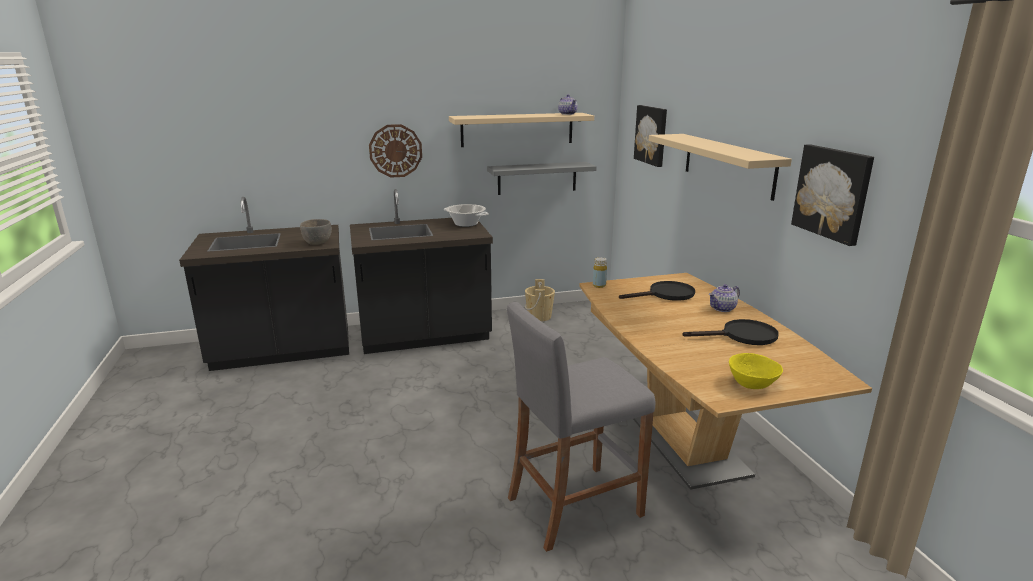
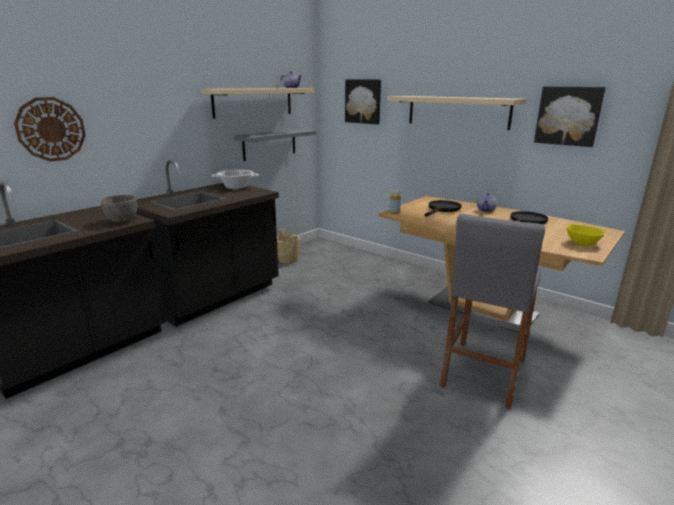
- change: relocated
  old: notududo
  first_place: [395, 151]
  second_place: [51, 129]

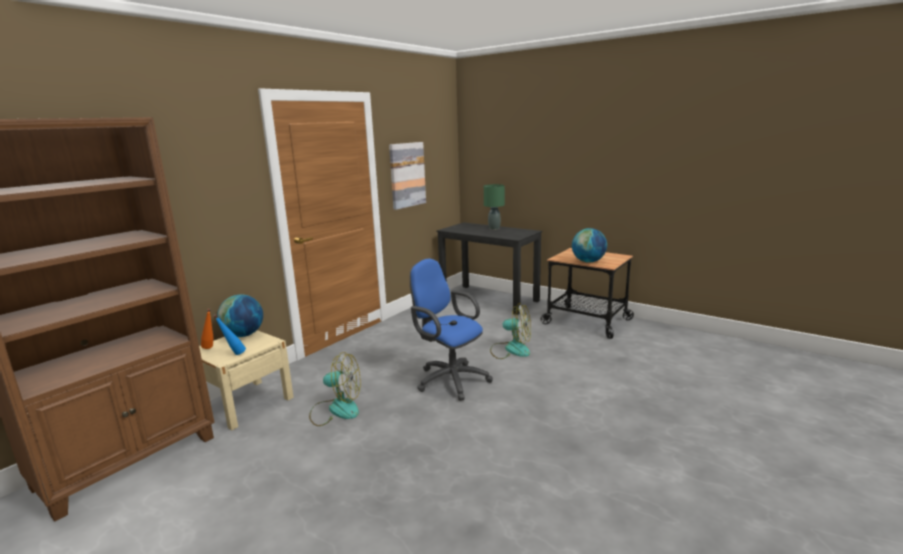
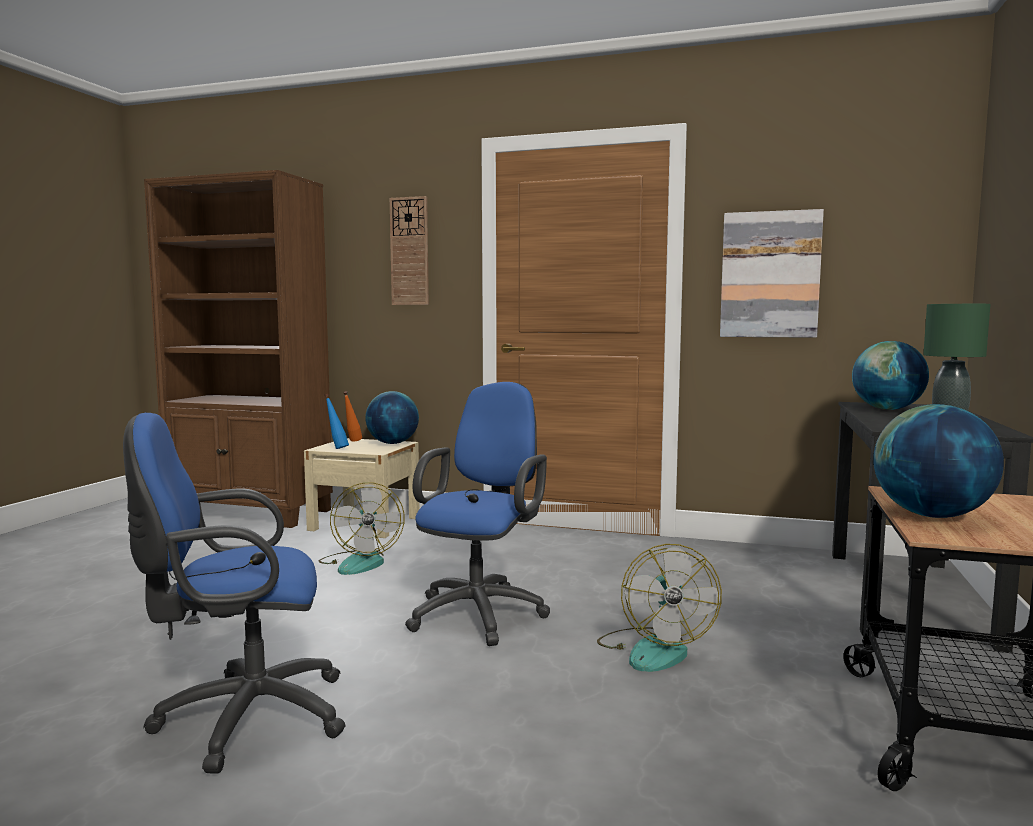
- change: appeared
  new: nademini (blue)
  second_place: [242, 718]
- change: appeared
  new: notududo
  second_place: [409, 251]
- change: appeared
  new: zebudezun
  second_place: [887, 409]

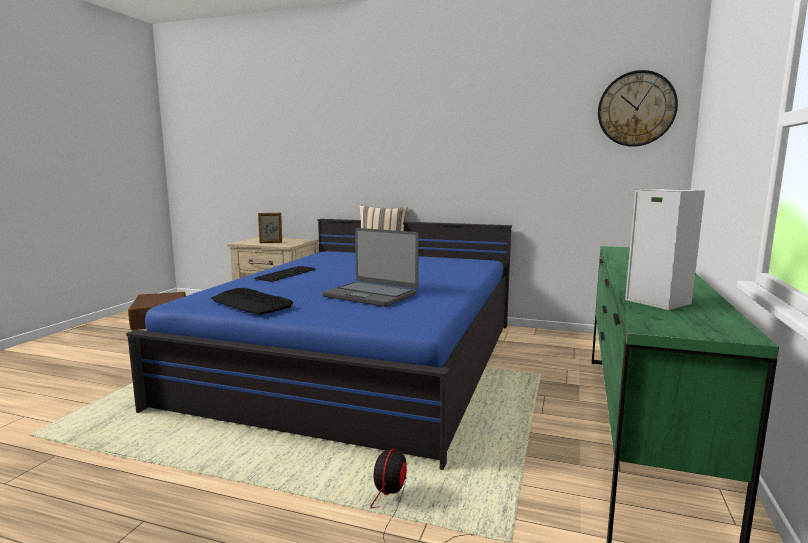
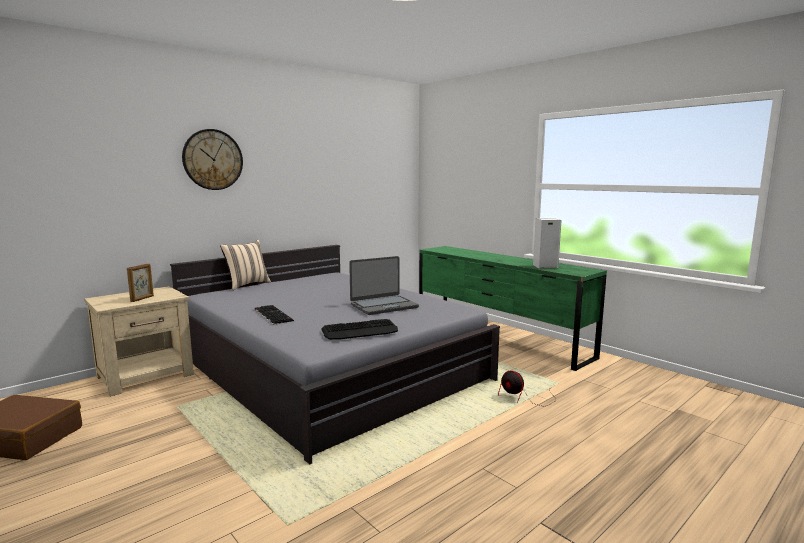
- change: colour
  old: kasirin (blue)
  new: kasirin (grey)
  first_place: [362, 360]
  second_place: [328, 368]
- change: relocated
  old: notududo
  first_place: [636, 109]
  second_place: [213, 159]

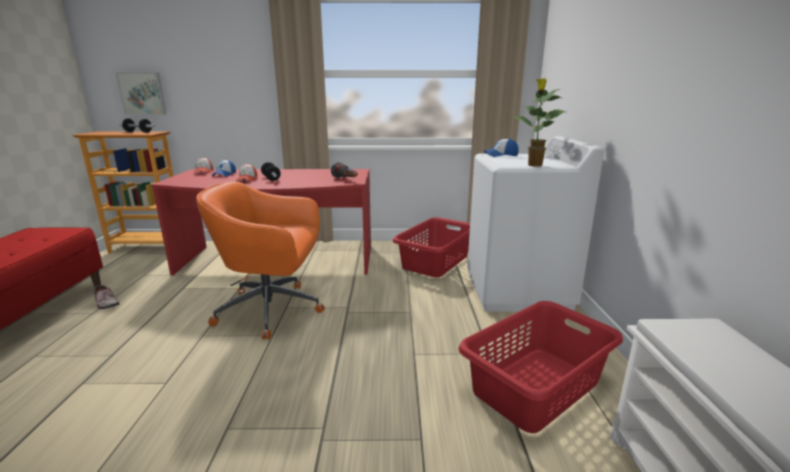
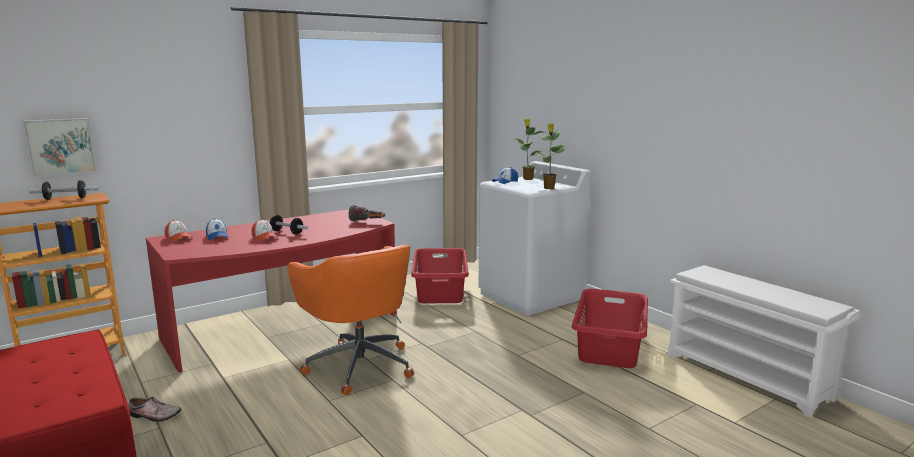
- change: spun
  old: nademini (orange)
  first_place: [273, 310]
  second_place: [359, 364]
  degrees: -90

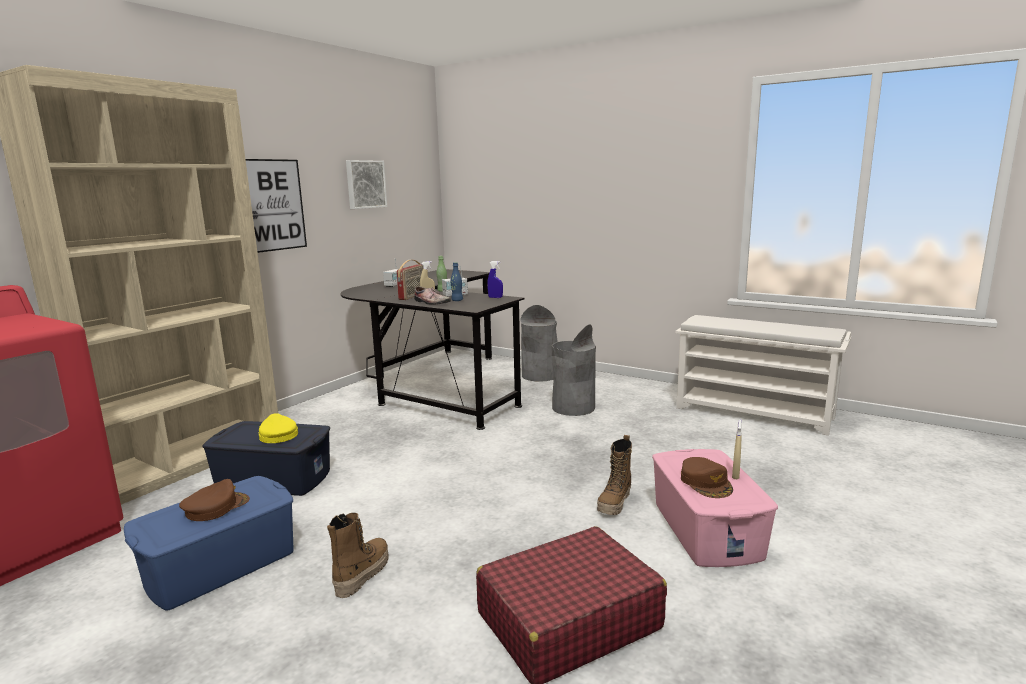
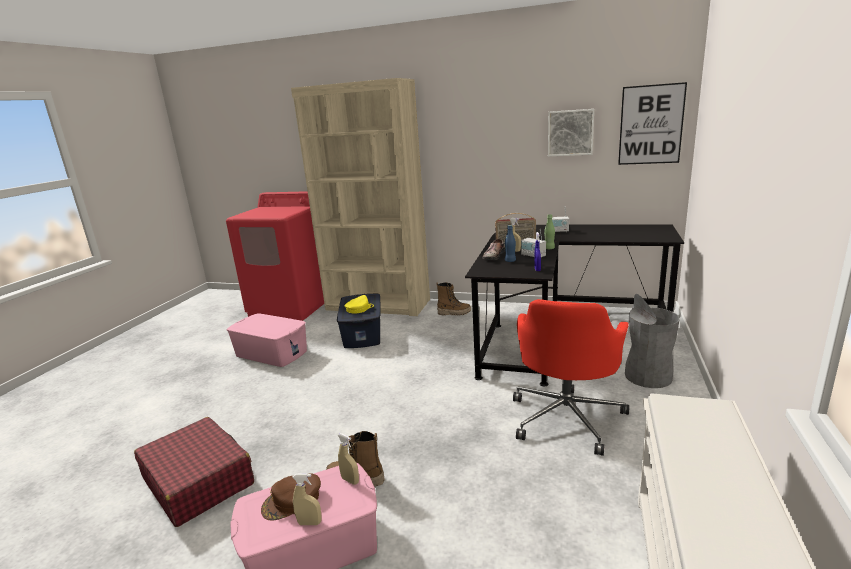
- change: colour
  old: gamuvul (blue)
  new: gamuvul (pink)
  first_place: [219, 565]
  second_place: [271, 353]
- change: appeared
  new: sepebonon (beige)
  second_place: [350, 480]
- change: relocated
  old: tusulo
  first_place: [362, 574]
  second_place: [454, 313]
- change: exchanged
  old: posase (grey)
  new: nademini (red)
  first_place: [573, 408]
  second_place: [567, 417]
- change: relocated
  old: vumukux
  first_place: [273, 205]
  second_place: [651, 125]
- change: missing
  old: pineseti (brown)
  first_place: [216, 507]

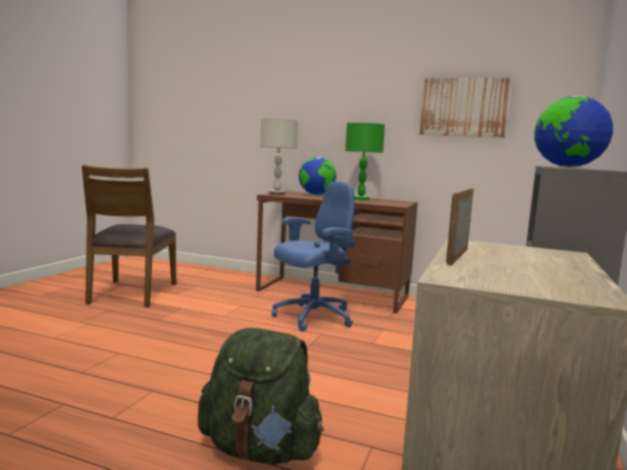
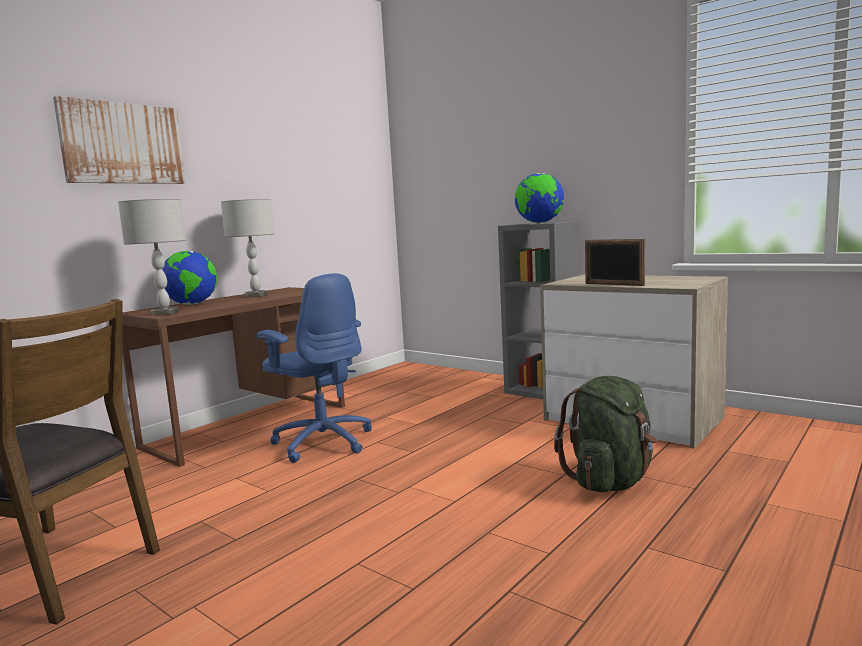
- change: relocated
  old: vumukux
  first_place: [464, 107]
  second_place: [123, 143]
- change: colour
  old: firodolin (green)
  new: firodolin (grey)
  first_place: [361, 199]
  second_place: [256, 295]
- change: spun
  old: nademini (blue)
  first_place: [312, 317]
  second_place: [323, 442]
  degrees: 150

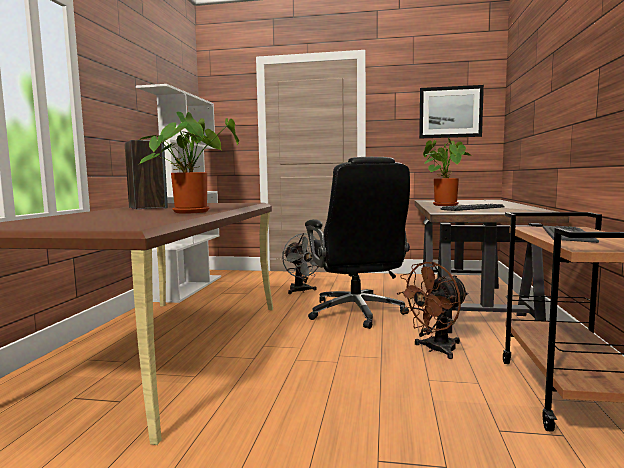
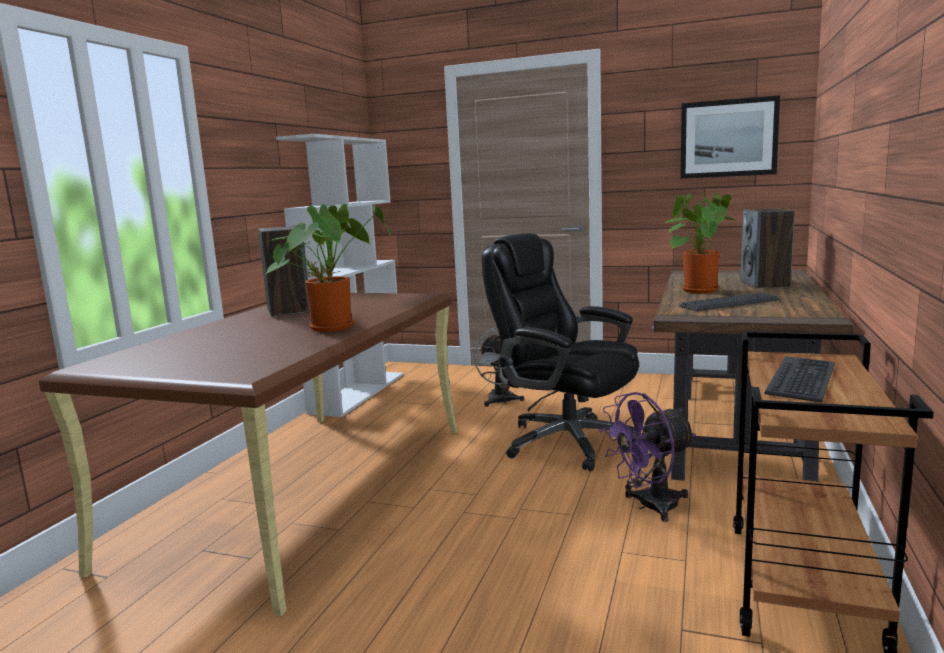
- change: spun
  old: nademini (black)
  first_place: [356, 313]
  second_place: [566, 442]
  degrees: 135
- change: colour
  old: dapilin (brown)
  new: dapilin (purple)
  first_place: [435, 350]
  second_place: [649, 506]
- change: appeared
  new: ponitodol
  second_place: [765, 284]

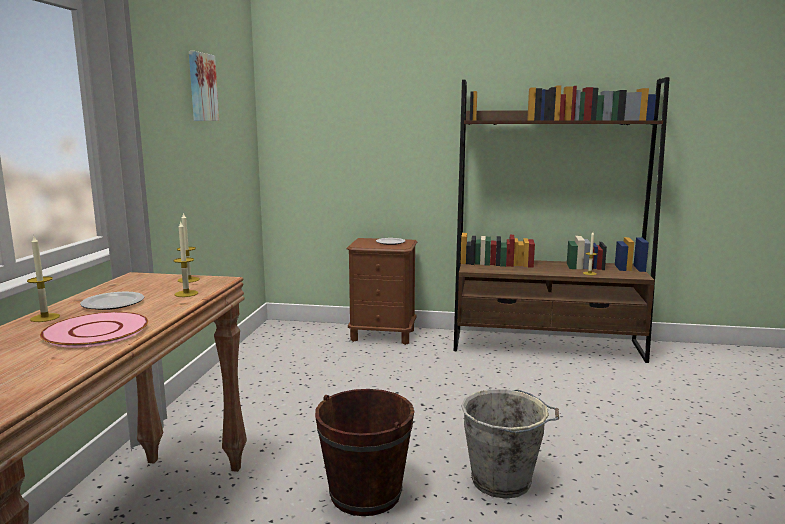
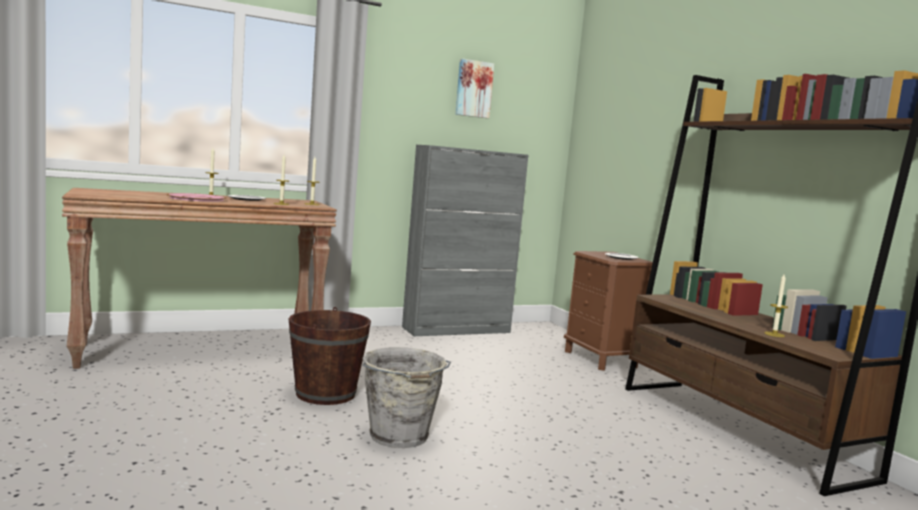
- change: appeared
  new: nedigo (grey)
  second_place: [457, 330]

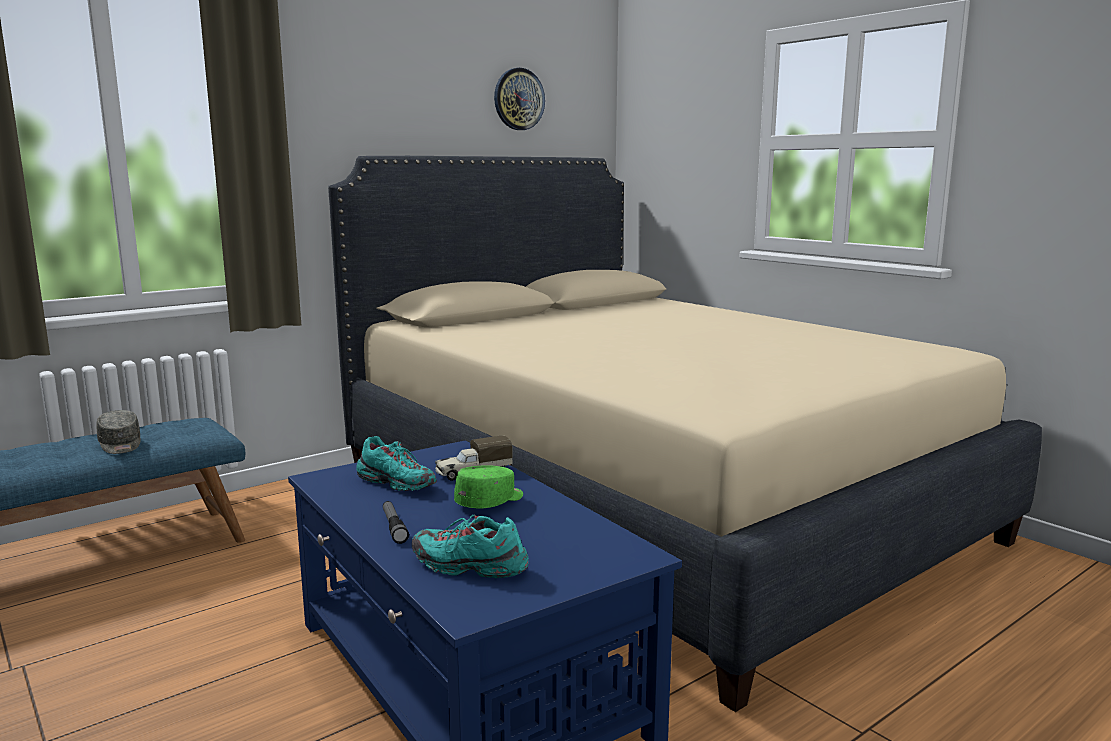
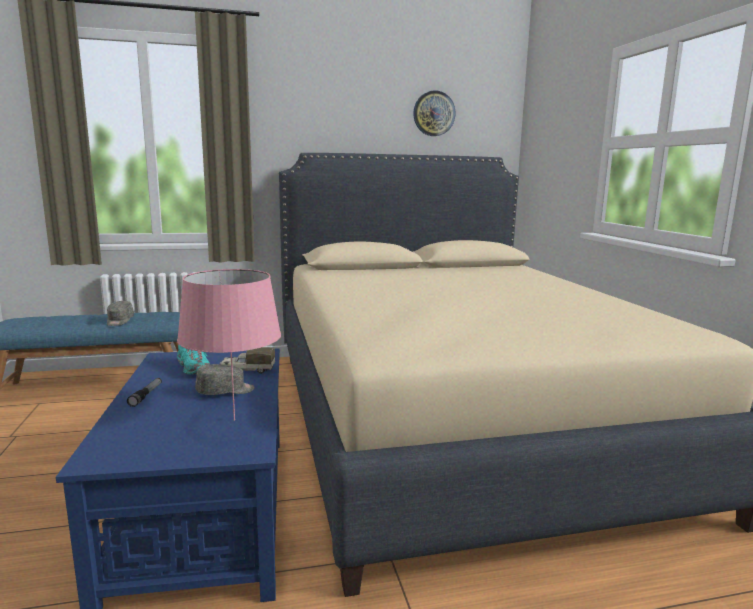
- change: appeared
  new: firodolin (pink)
  second_place: [234, 420]
- change: colour
  old: pineseti (green)
  new: pineseti (grey)
  first_place: [490, 501]
  second_place: [225, 391]
- change: missing
  old: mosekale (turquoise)
  first_place: [469, 567]

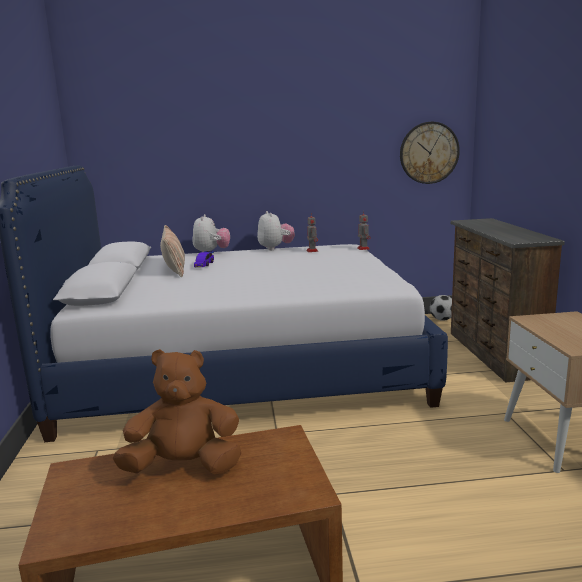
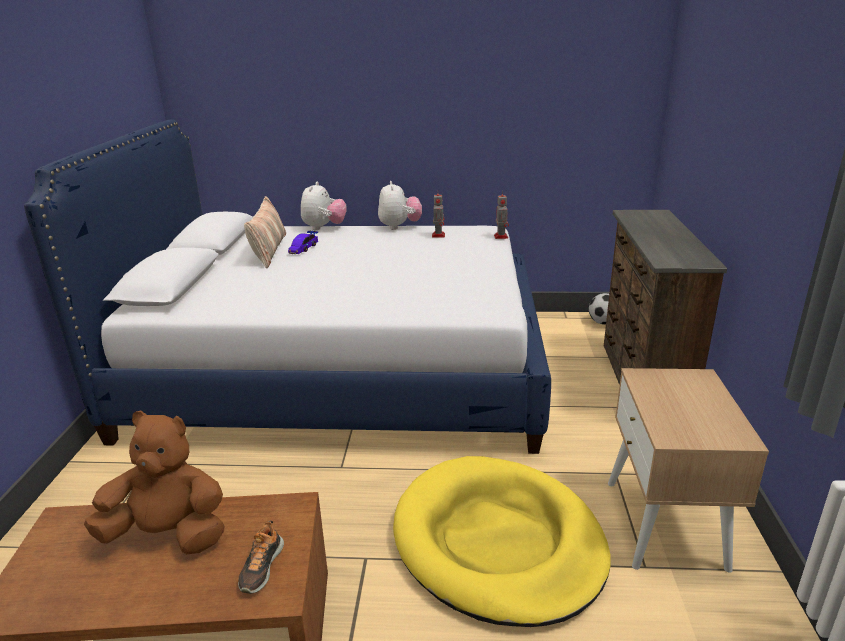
- change: appeared
  new: mosekale
  second_place: [261, 567]
- change: appeared
  new: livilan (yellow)
  second_place: [498, 543]
- change: missing
  old: notududo
  first_place: [429, 153]

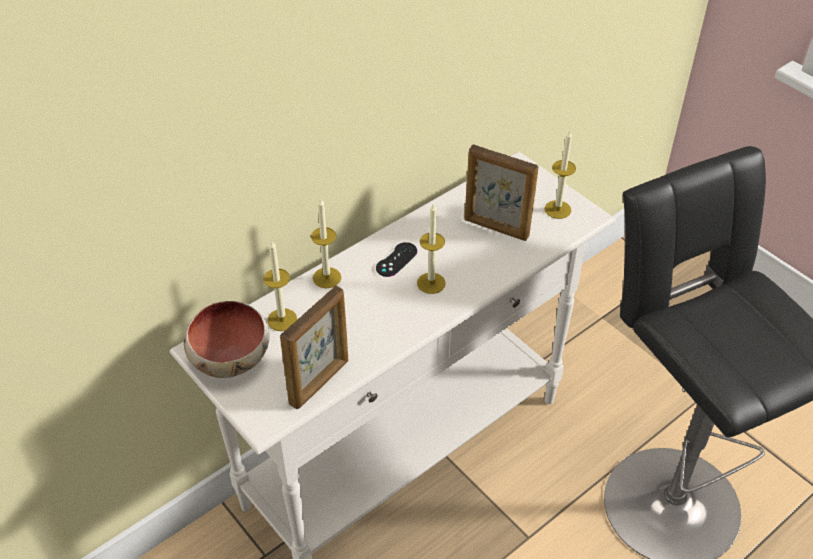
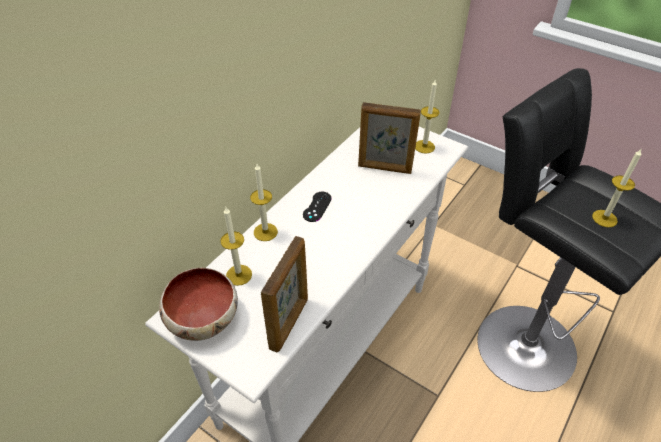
- change: relocated
  old: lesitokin
  first_place: [431, 283]
  second_place: [604, 218]

